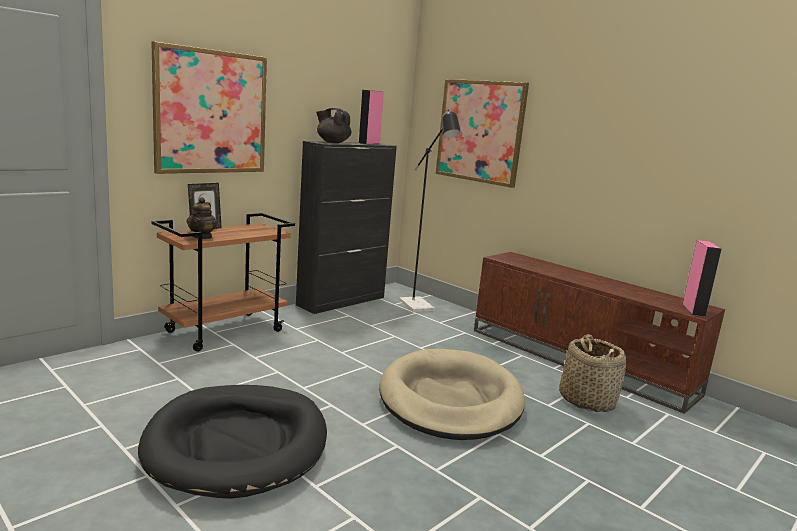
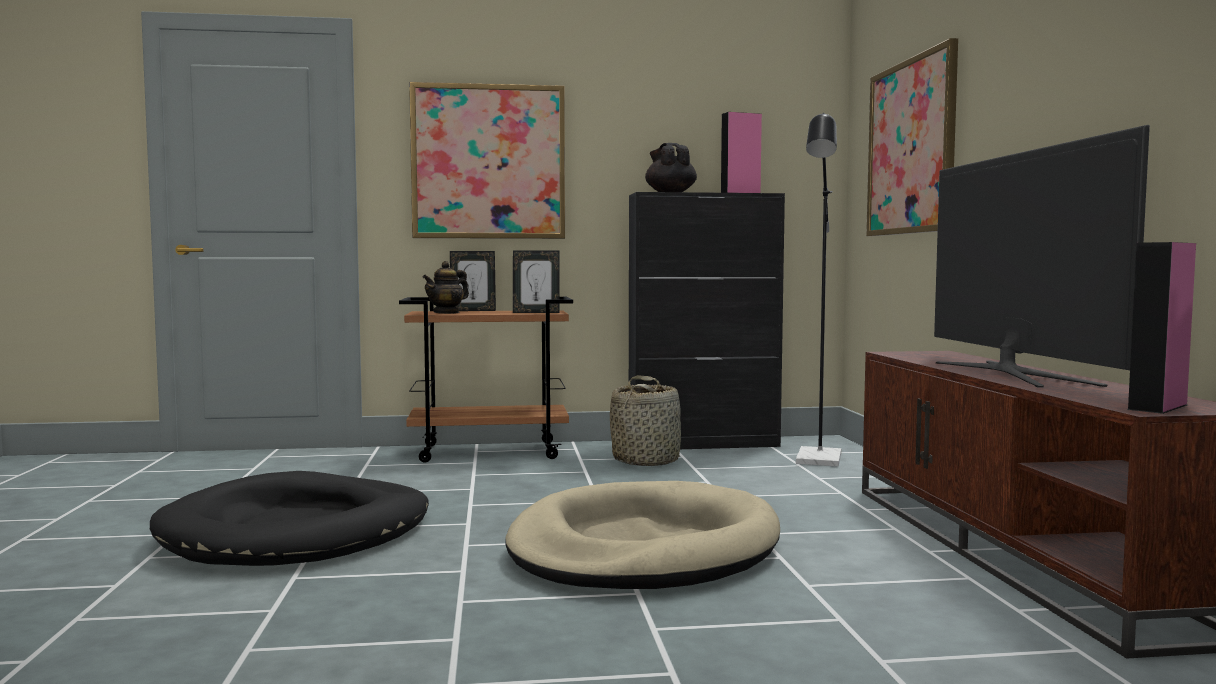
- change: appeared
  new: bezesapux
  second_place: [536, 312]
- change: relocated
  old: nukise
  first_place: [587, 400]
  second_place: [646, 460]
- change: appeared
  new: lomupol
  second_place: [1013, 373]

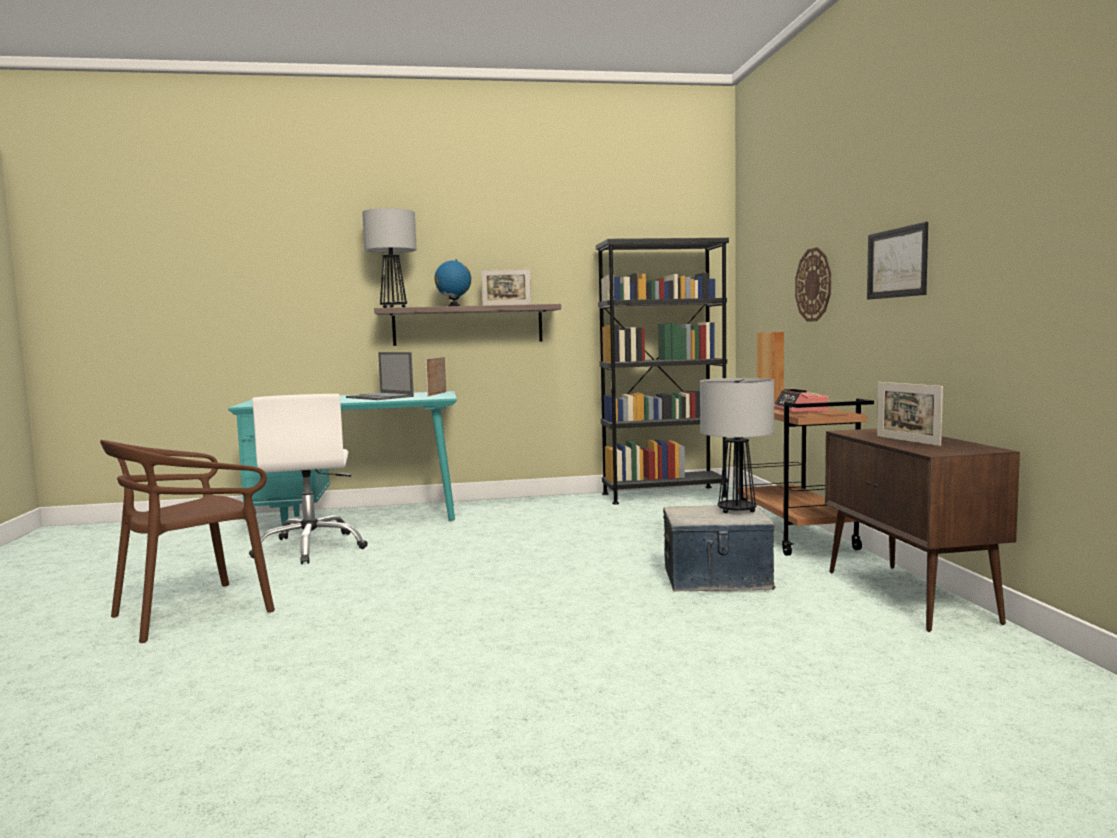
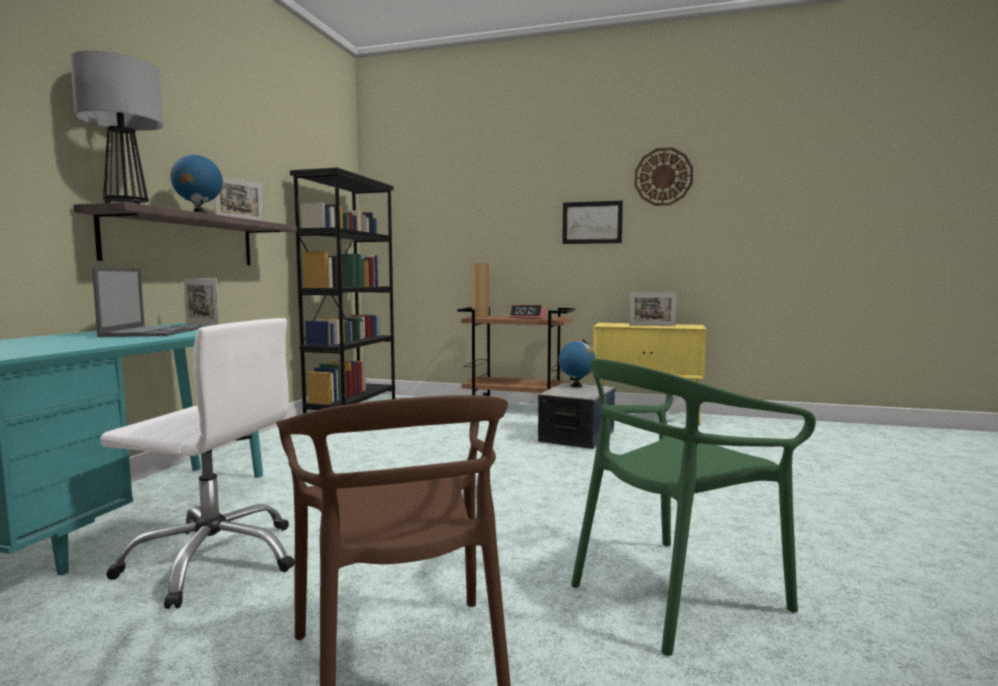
- change: spun
  old: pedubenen
  first_place: [380, 397]
  second_place: [153, 332]
  degrees: -75
- change: exchanged
  old: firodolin
  new: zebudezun
  first_place: [736, 510]
  second_place: [576, 386]
- change: appeared
  new: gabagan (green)
  second_place: [675, 593]
- change: colour
  old: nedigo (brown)
  new: nedigo (yellow)
  first_place: [910, 596]
  second_place: [647, 416]
- change: relocated
  old: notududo
  first_place: [813, 285]
  second_place: [663, 177]

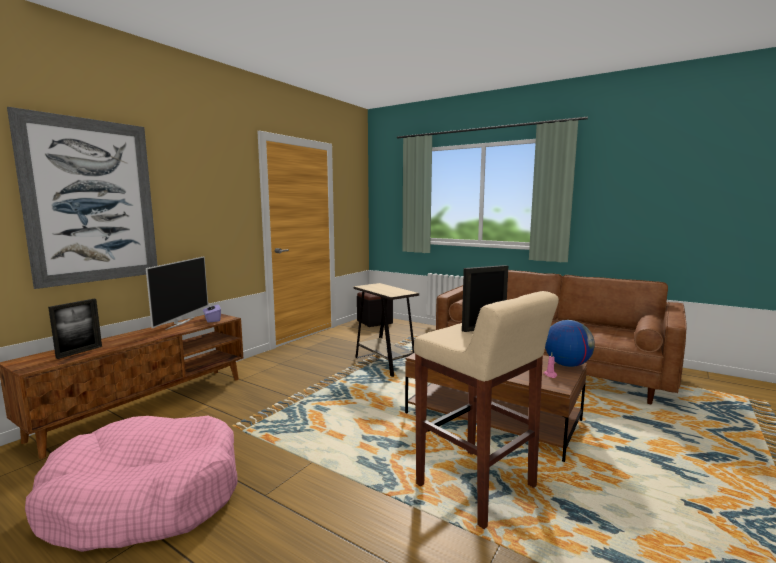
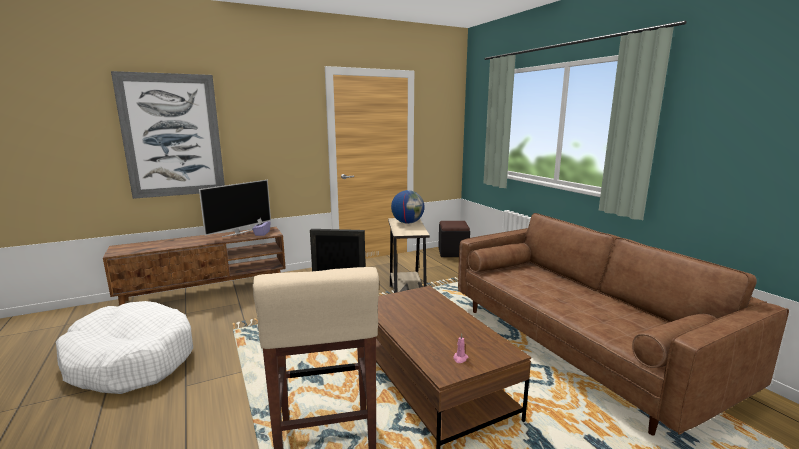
- change: colour
  old: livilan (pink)
  new: livilan (white)
  first_place: [145, 497]
  second_place: [131, 360]
- change: relocated
  old: zebudezun
  first_place: [567, 365]
  second_place: [407, 223]
- change: missing
  old: bezesapux
  first_place: [79, 352]

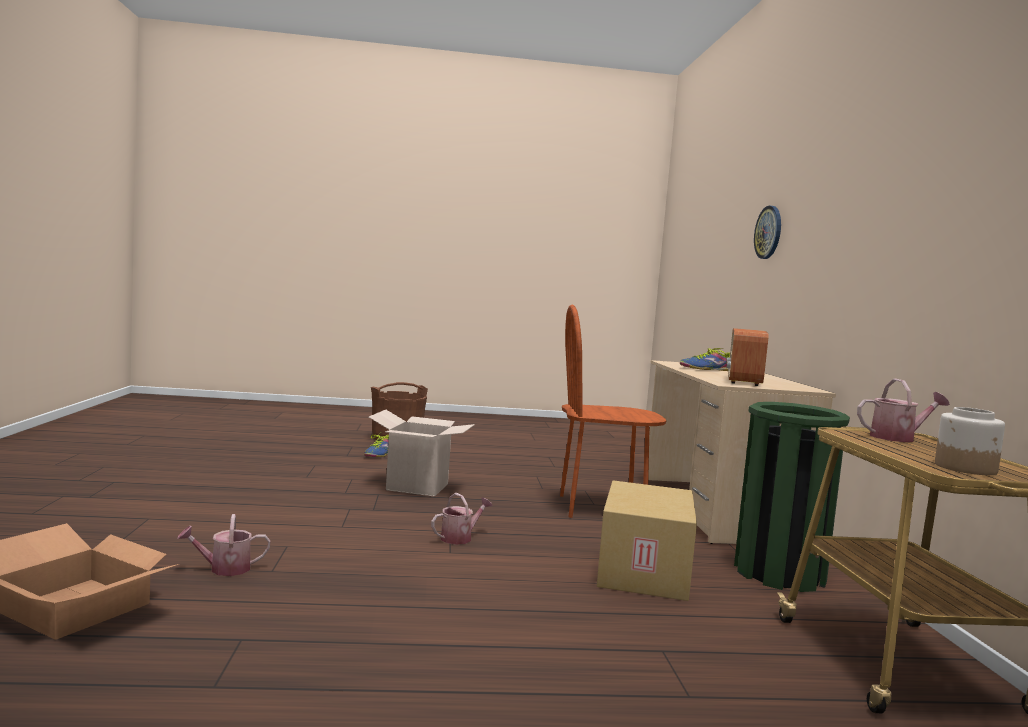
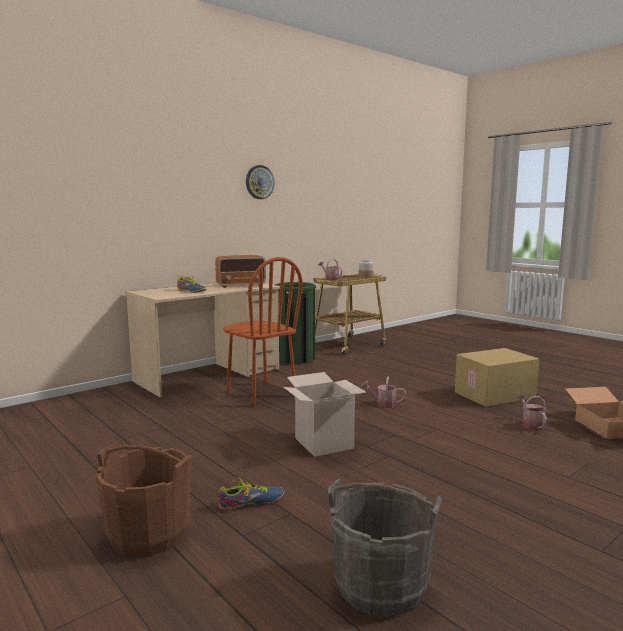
- change: relocated
  old: notududo
  first_place: [768, 232]
  second_place: [259, 182]
- change: appeared
  new: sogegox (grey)
  second_place: [380, 585]
- change: relocated
  old: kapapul
  first_place: [641, 570]
  second_place: [495, 395]
- change: spun
  old: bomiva
  first_place: [224, 569]
  second_place: [531, 424]
  degrees: -135

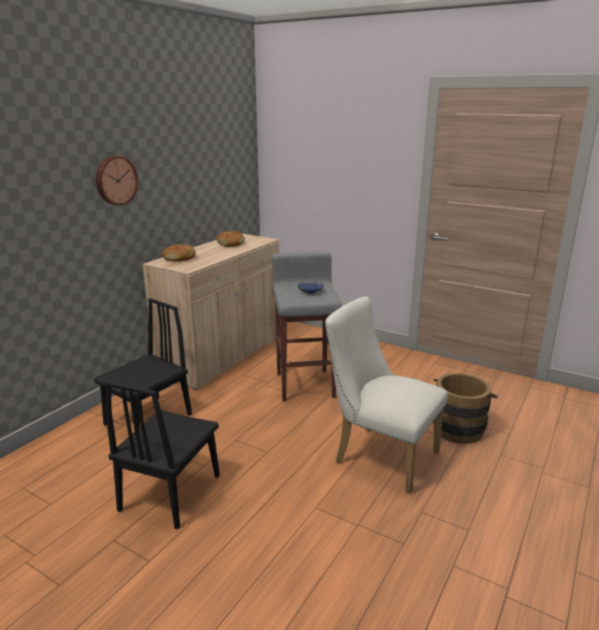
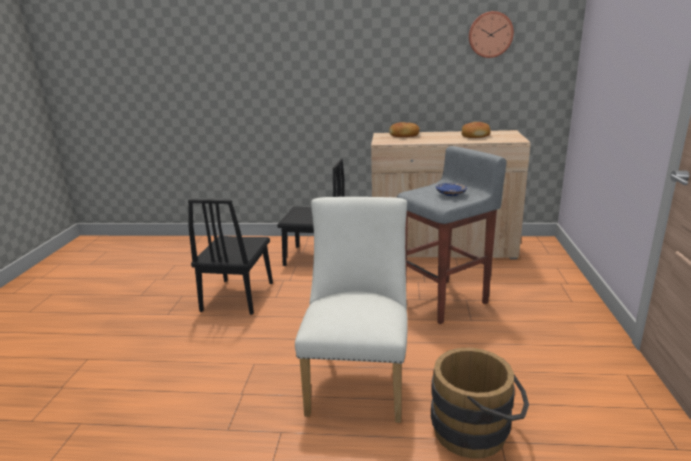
- change: spun
  old: gabagan (black)
  first_place: [170, 492]
  second_place: [238, 296]
  degrees: -75
- change: relocated
  old: notududo
  first_place: [115, 180]
  second_place: [490, 34]

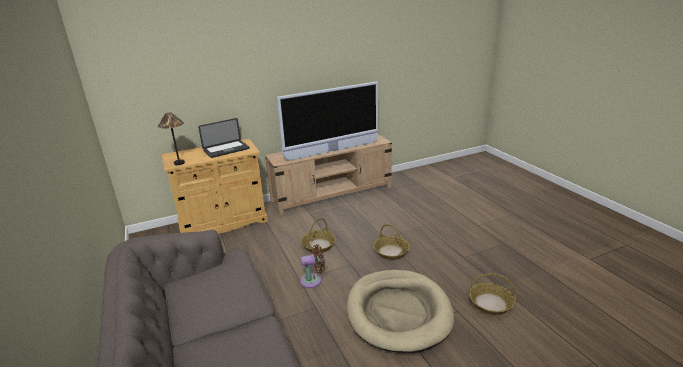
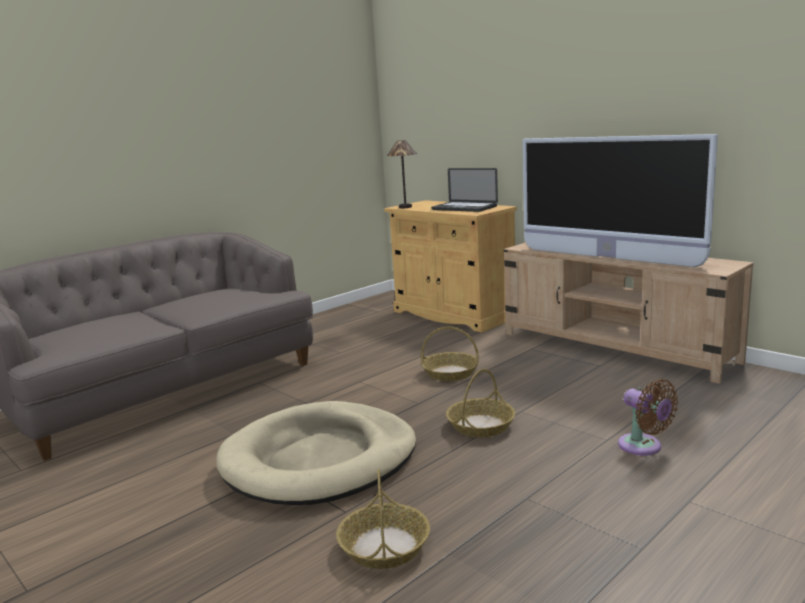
- change: relocated
  old: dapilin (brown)
  first_place: [313, 280]
  second_place: [643, 447]

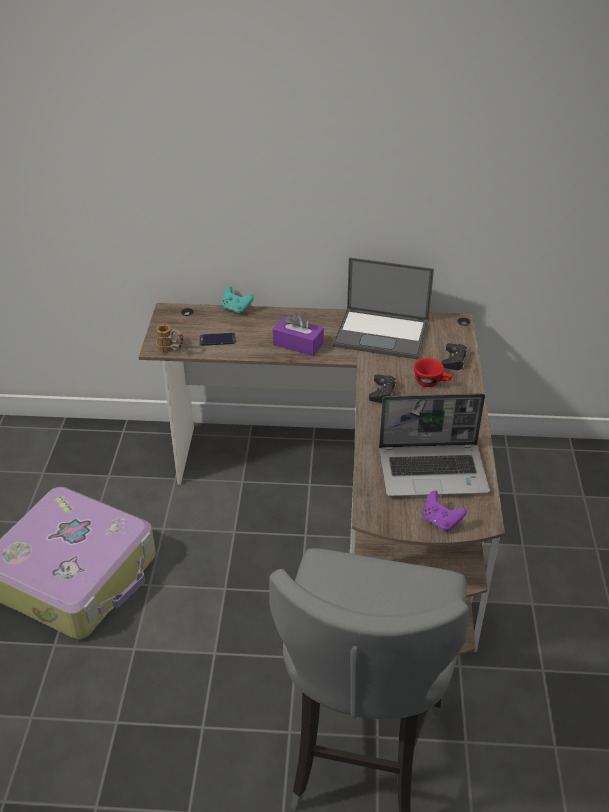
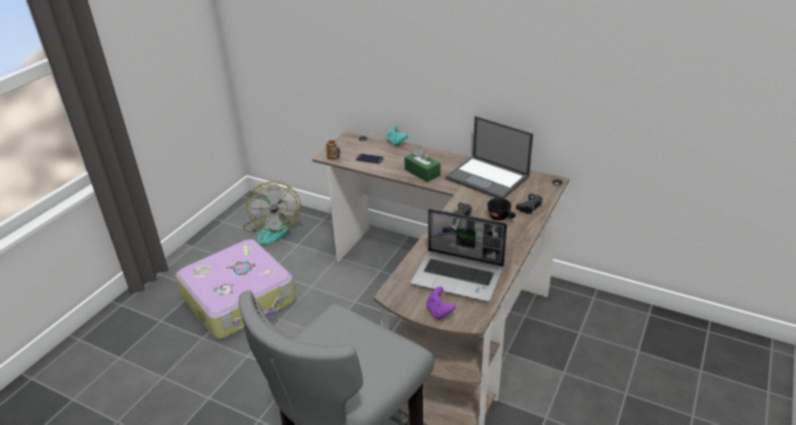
- change: appeared
  new: dapilin
  second_place: [272, 229]
- change: colour
  old: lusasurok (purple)
  new: lusasurok (green)
  first_place: [298, 344]
  second_place: [422, 172]
- change: colour
  old: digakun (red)
  new: digakun (black)
  first_place: [431, 382]
  second_place: [501, 217]

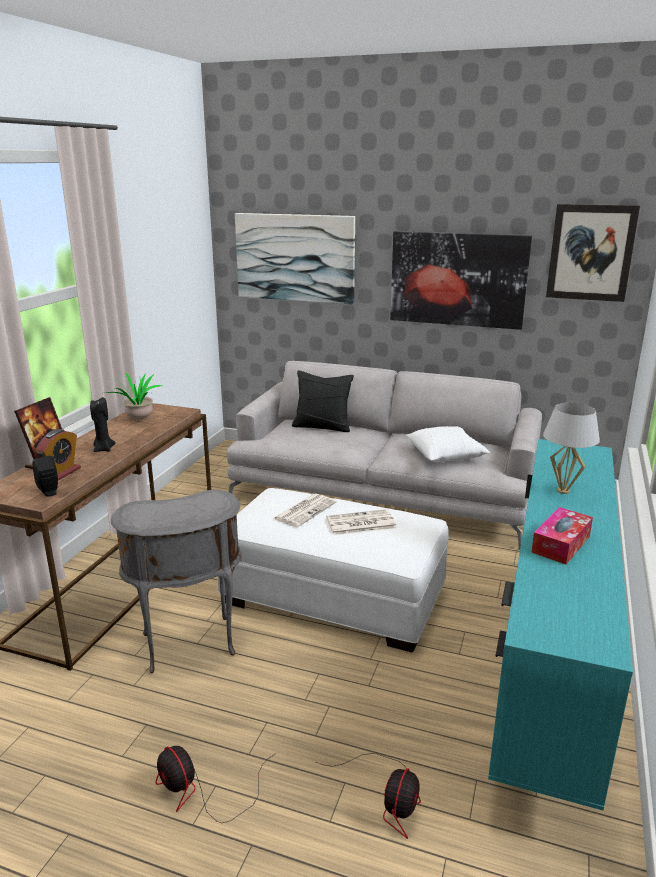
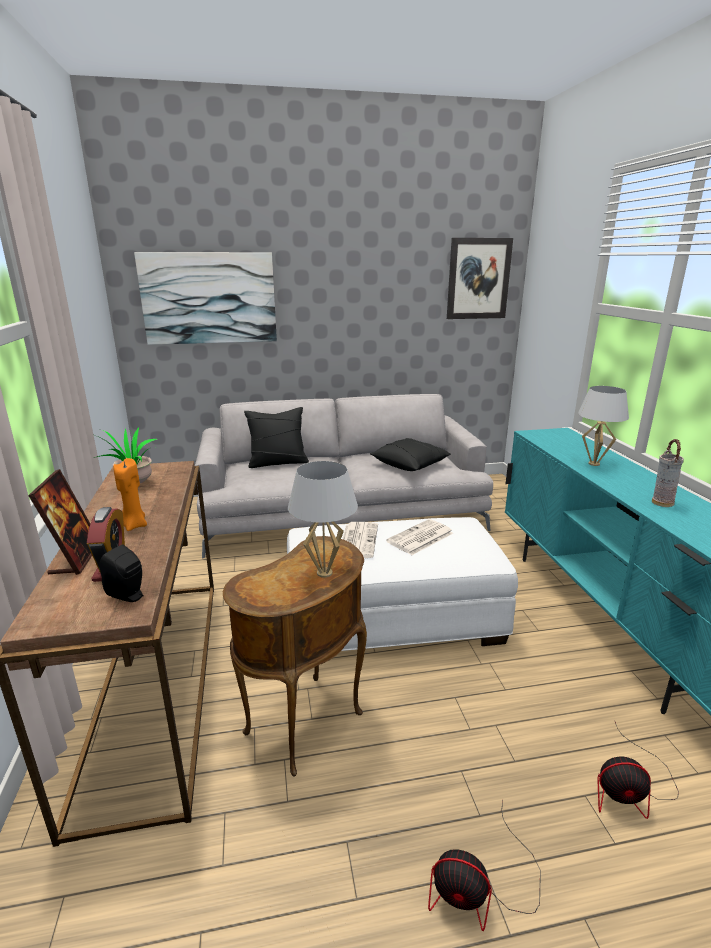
- change: colour
  old: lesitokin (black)
  new: lesitokin (orange)
  first_place: [103, 449]
  second_place: [134, 525]
- change: colour
  old: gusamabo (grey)
  new: gusamabo (brown)
  first_place: [189, 646]
  second_place: [307, 725]
- change: appeared
  new: firodolin (white)
  second_place: [324, 573]
- change: colour
  old: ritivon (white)
  new: ritivon (black)
  first_place: [446, 455]
  second_place: [410, 464]
- change: spun
  old: dapilin
  first_place: [389, 797]
  second_place: [629, 789]
  degrees: 105
- change: exchanged
  old: lusasurok
  new: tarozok
  first_place: [561, 544]
  second_place: [661, 503]
- change: missing
  old: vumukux
  first_place: [457, 279]

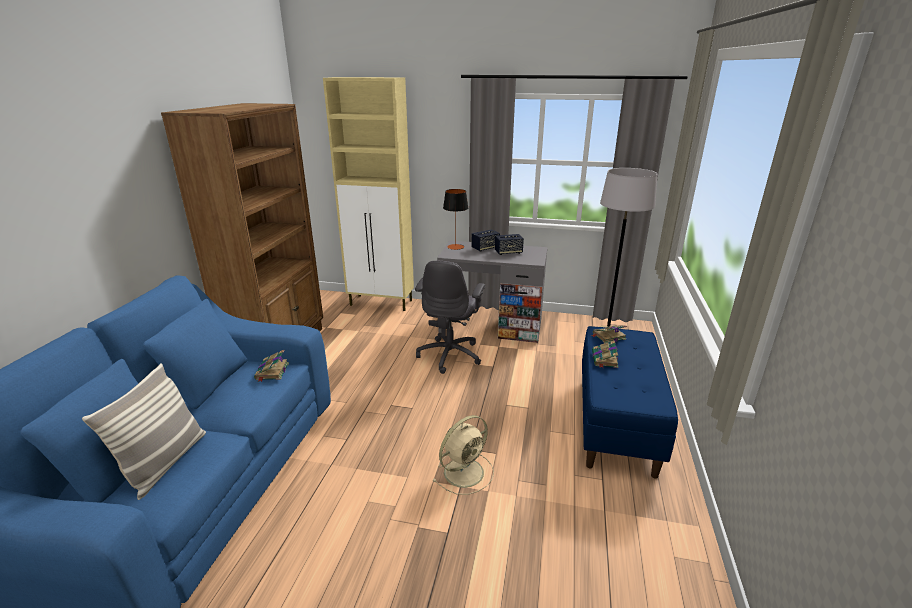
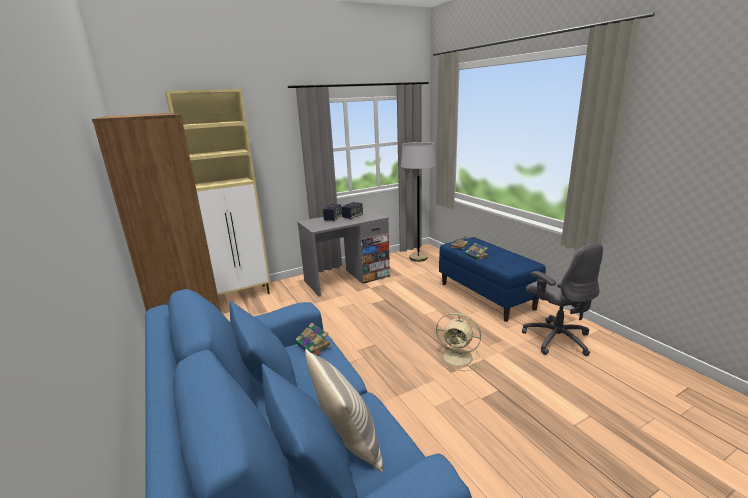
- change: spun
  old: dapilin (beige)
  first_place: [465, 471]
  second_place: [458, 357]
  degrees: 105
- change: relocated
  old: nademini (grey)
  first_place: [450, 355]
  second_place: [556, 338]
- change: missing
  old: firodolin
  first_place: [455, 247]

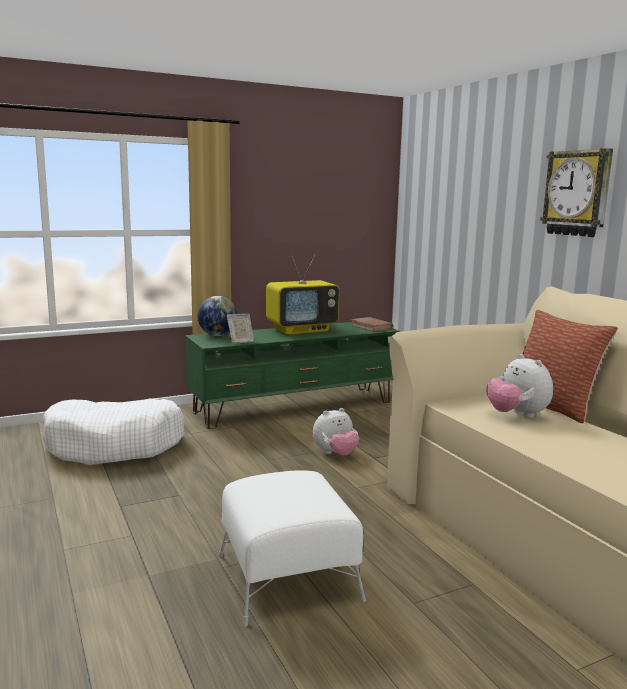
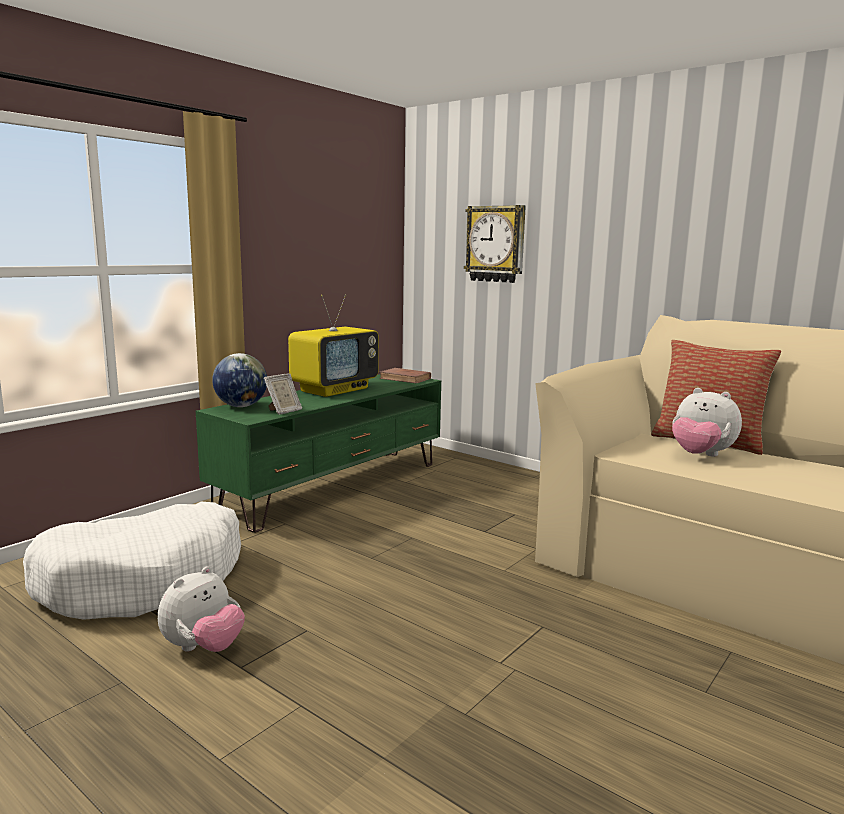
- change: relocated
  old: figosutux
  first_place: [335, 454]
  second_place: [203, 647]
- change: relocated
  old: notududo
  first_place: [577, 193]
  second_place: [495, 244]
- change: missing
  old: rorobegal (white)
  first_place: [288, 578]

